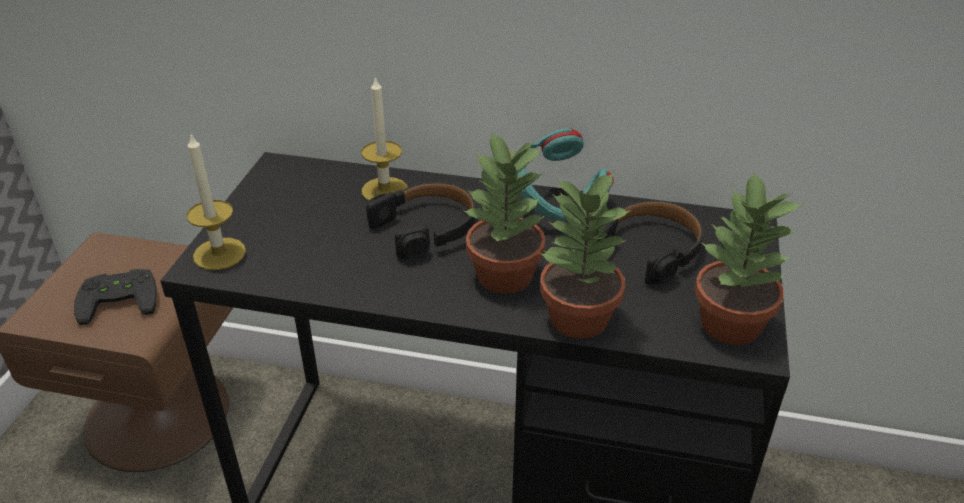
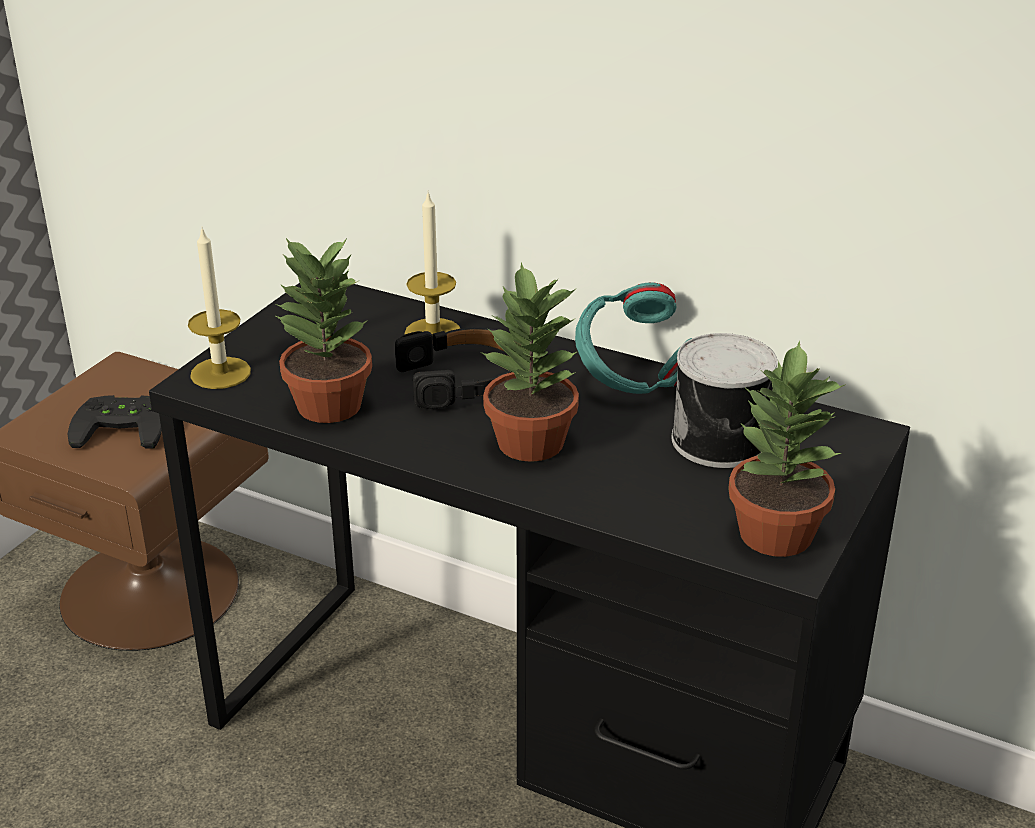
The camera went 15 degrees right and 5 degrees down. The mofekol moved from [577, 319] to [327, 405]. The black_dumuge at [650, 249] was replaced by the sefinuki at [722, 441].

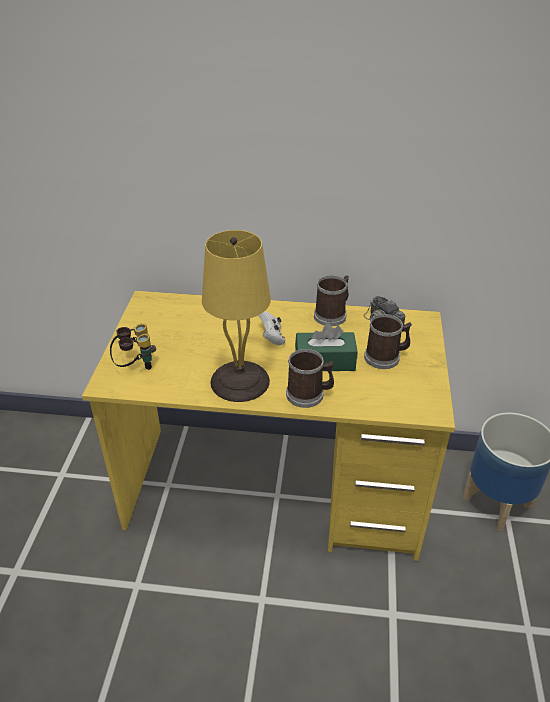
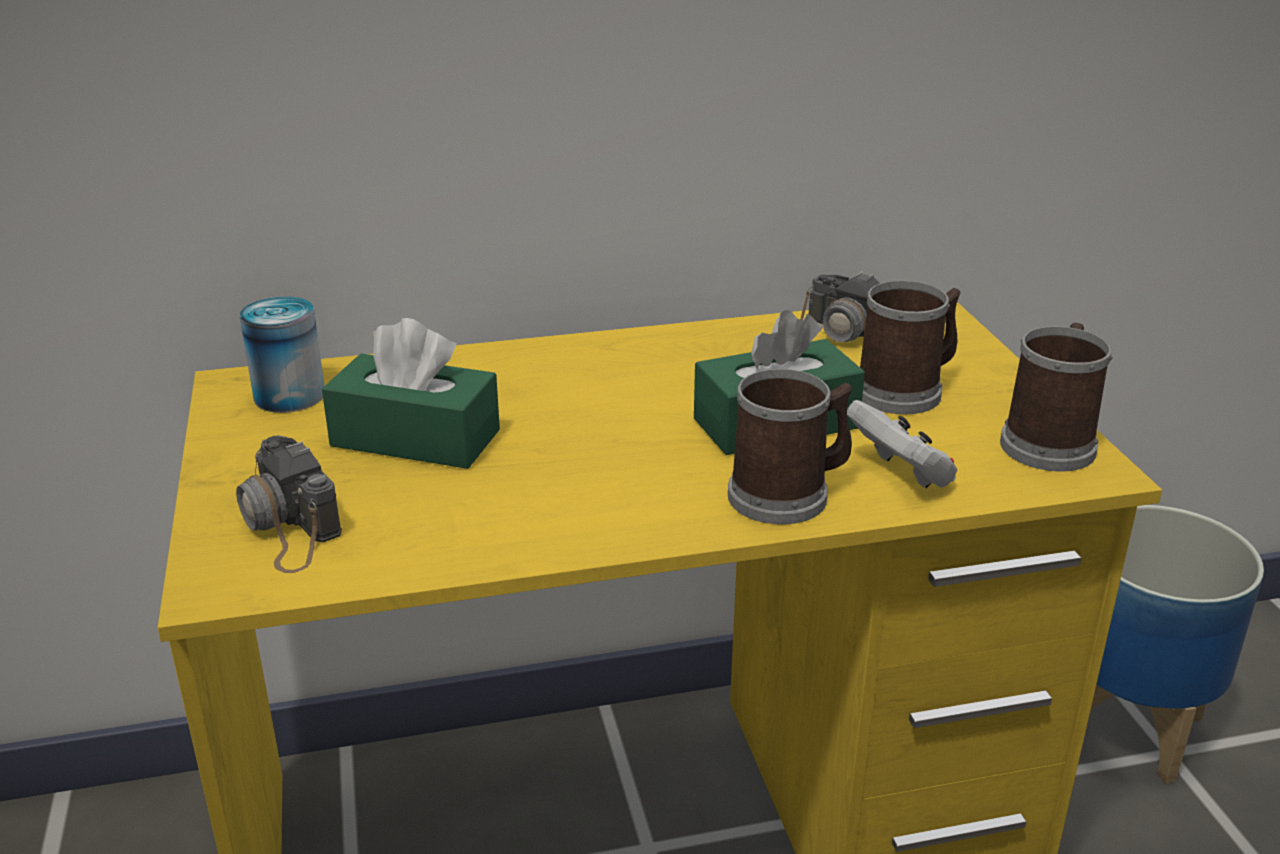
The camera went 20 degrees left and 10 degrees down. The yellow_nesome at [240, 382] disappeared. The sefinuki at [289, 395] appeared. The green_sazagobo at [415, 438] appeared. The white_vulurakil moved from [271, 337] to [901, 474]. The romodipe moved from [332, 314] to [1050, 441]. The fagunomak at [135, 365] was replaced by the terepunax at [287, 524].

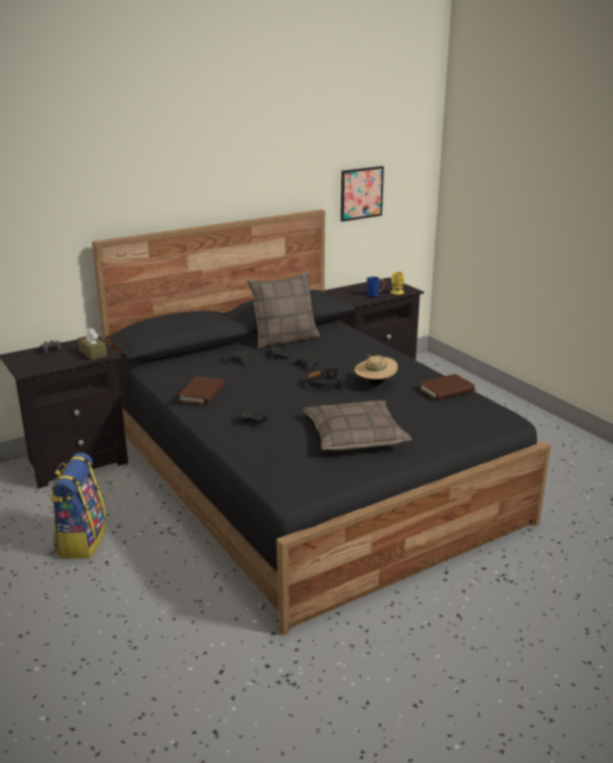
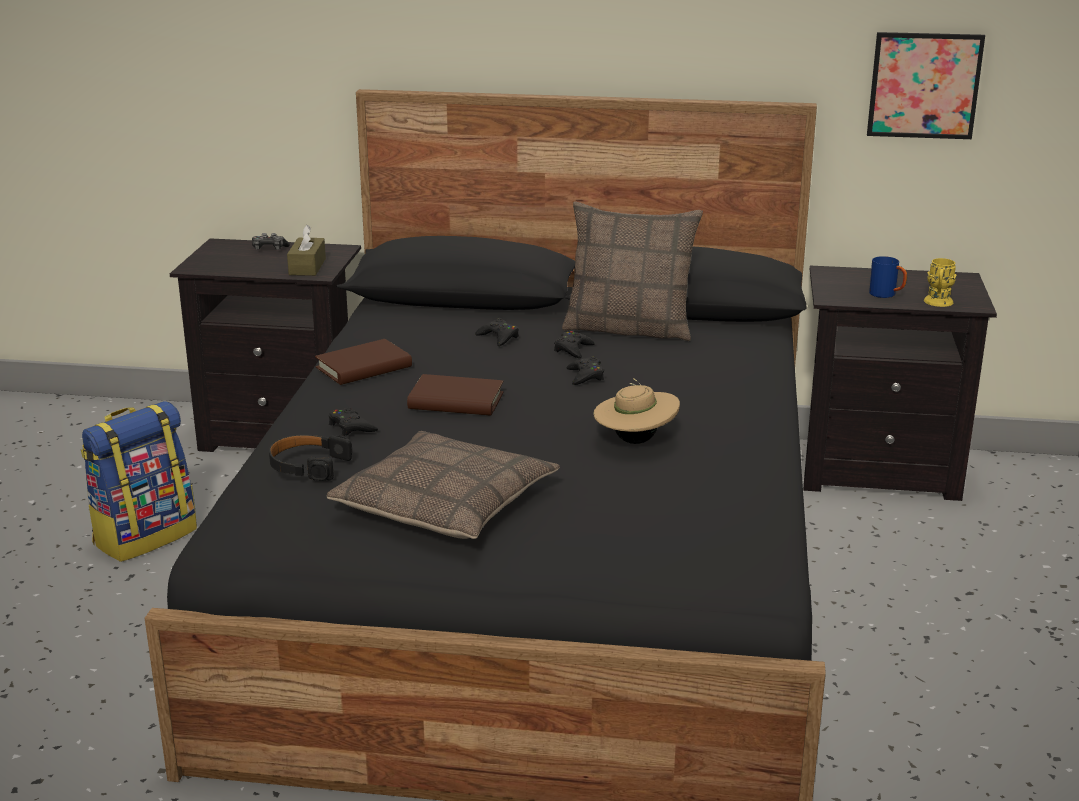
The camera went 40 degrees right and 0 degrees up. The black_dumuge moved from [325, 384] to [308, 465]. The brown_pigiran moved from [446, 390] to [456, 401].

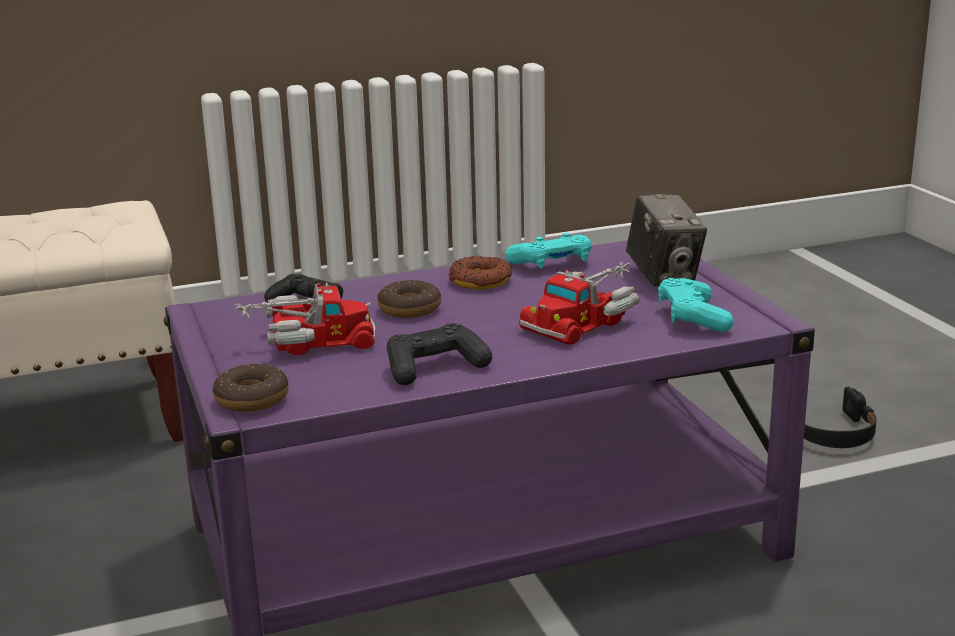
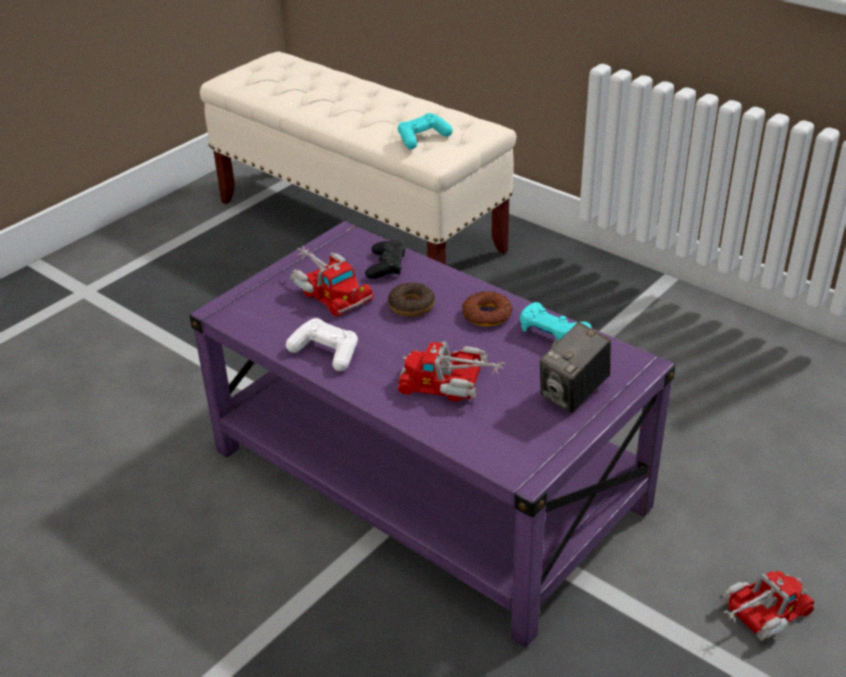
The camera went 60 degrees right and 15 degrees up. The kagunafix at [252, 399] disappeared. The turquoise_vulurakil moved from [692, 318] to [422, 138]. The black_dumuge at [830, 431] was replaced by the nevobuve at [759, 616]. The black_vulurakil at [435, 368] became the white_vulurakil at [325, 352].

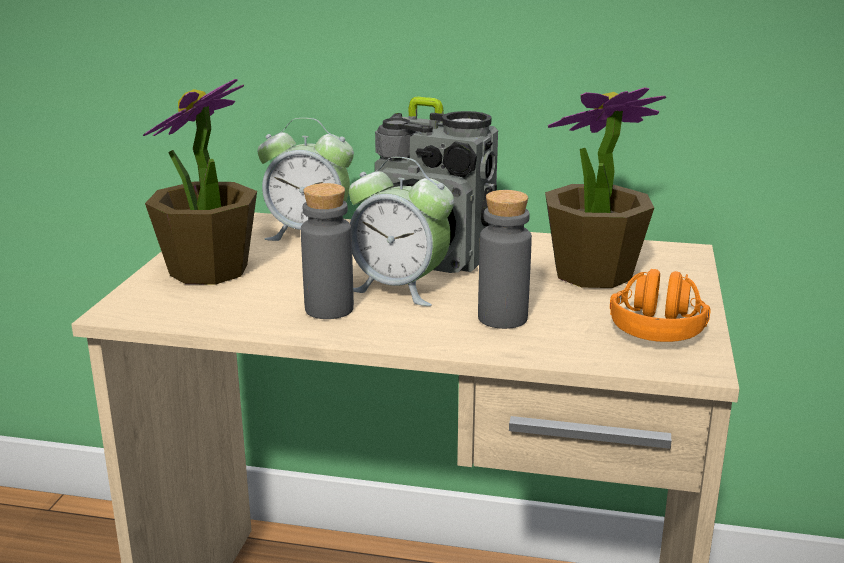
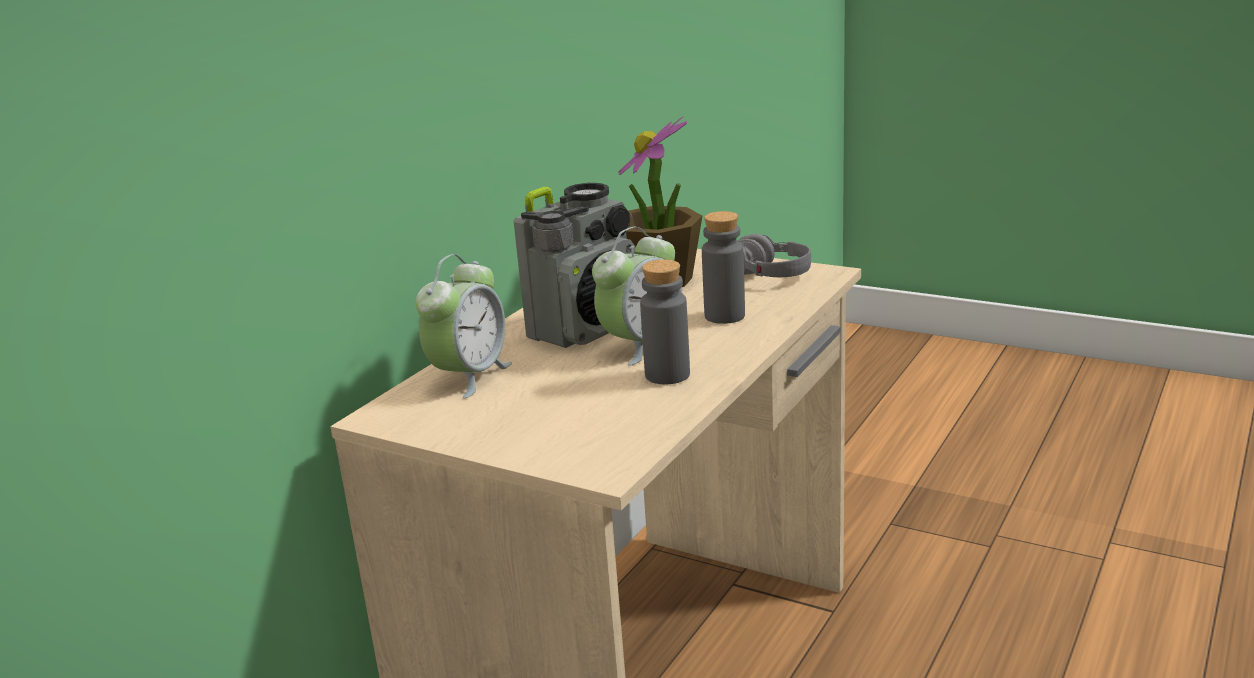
The camera went 70 degrees left and 0 degrees up. The mofekol at [208, 270] disappeared. The orange_dumuge at [658, 322] became the grey_dumuge at [759, 273].

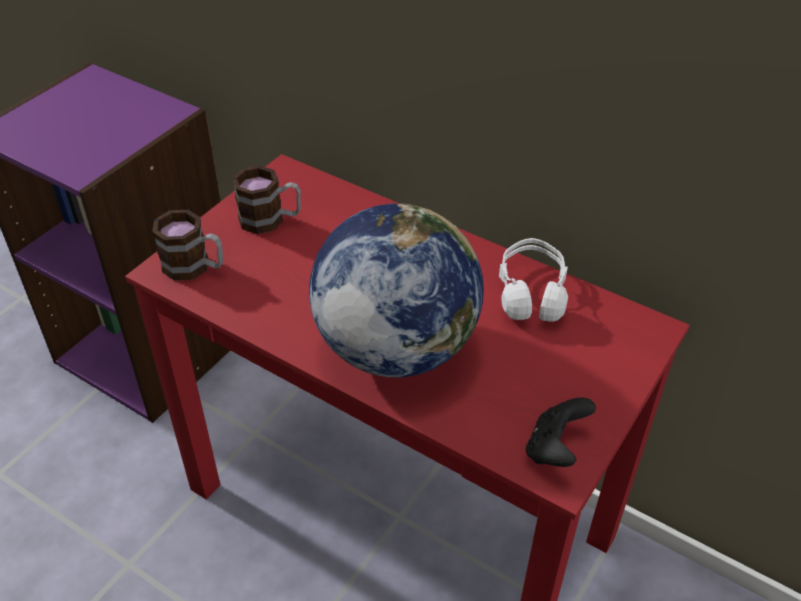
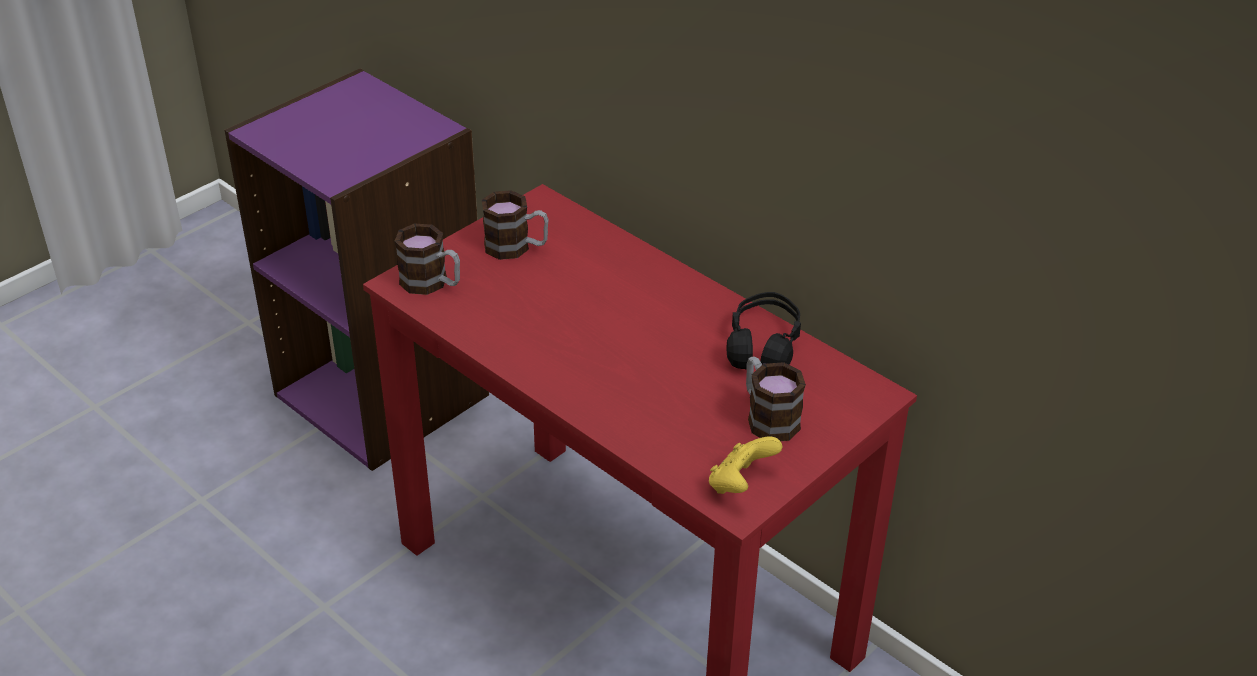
The camera went 10 degrees right and 5 degrees down. The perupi at [395, 347] disappeared. The romodipe at [767, 417] appeared. The white_dumuge at [531, 292] became the black_dumuge at [763, 346]. The black_vulurakil at [555, 449] became the yellow_vulurakil at [740, 484].

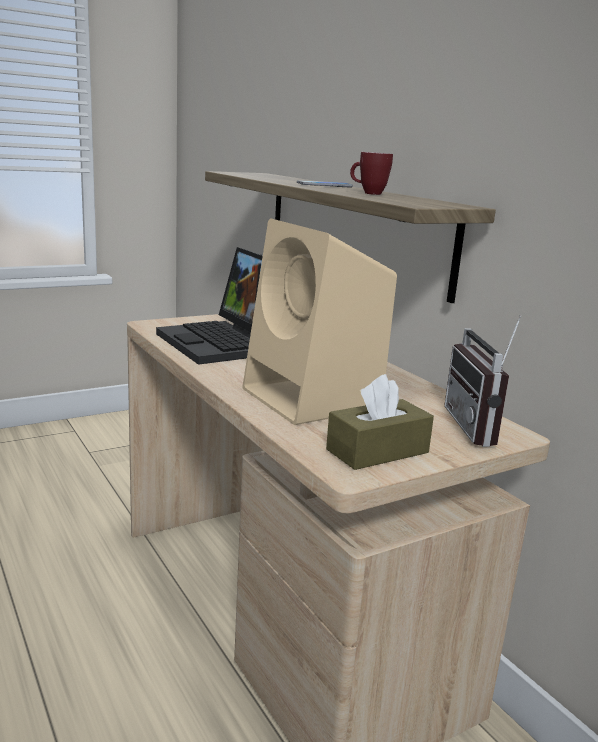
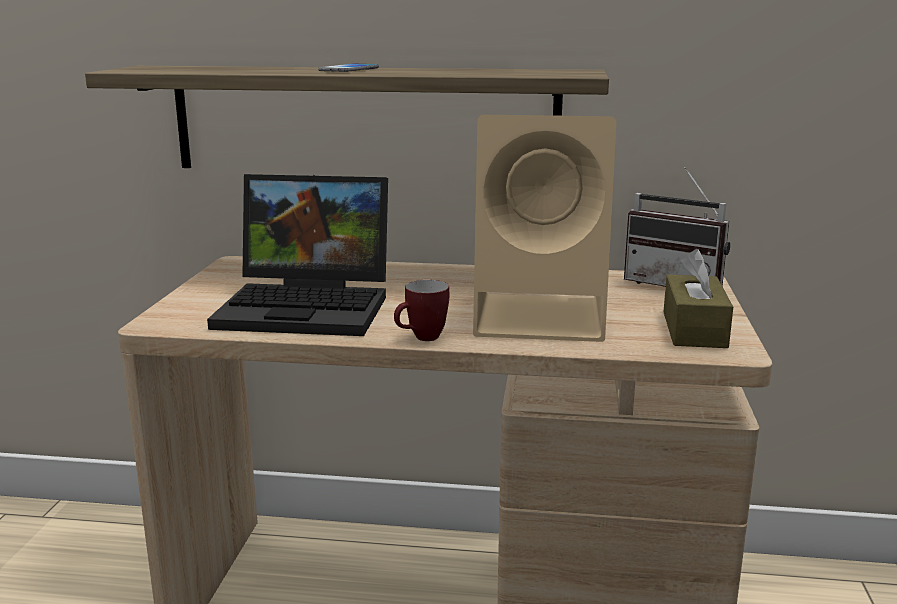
The camera went 50 degrees left and 0 degrees up. The romodipe moved from [368, 193] to [421, 339].

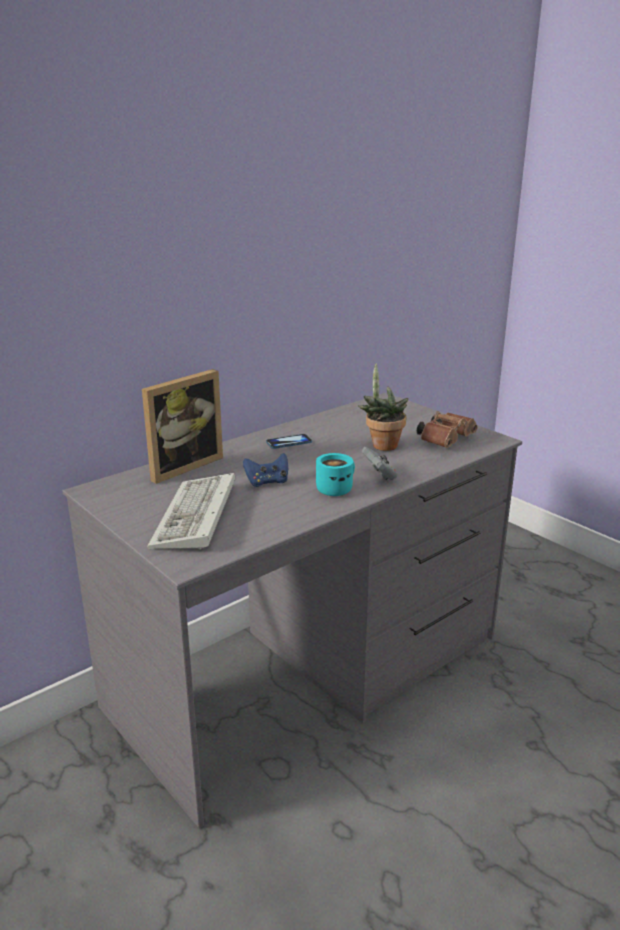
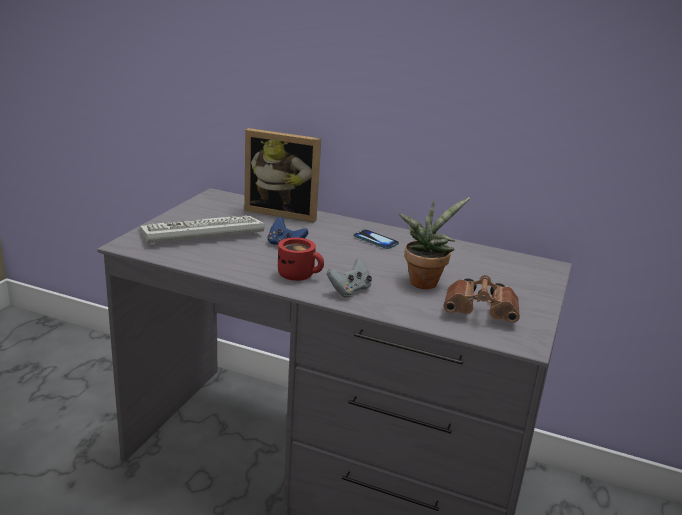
The camera went 60 degrees right and 0 degrees up. The turquoise_romodipe at [335, 489] became the red_romodipe at [299, 275].

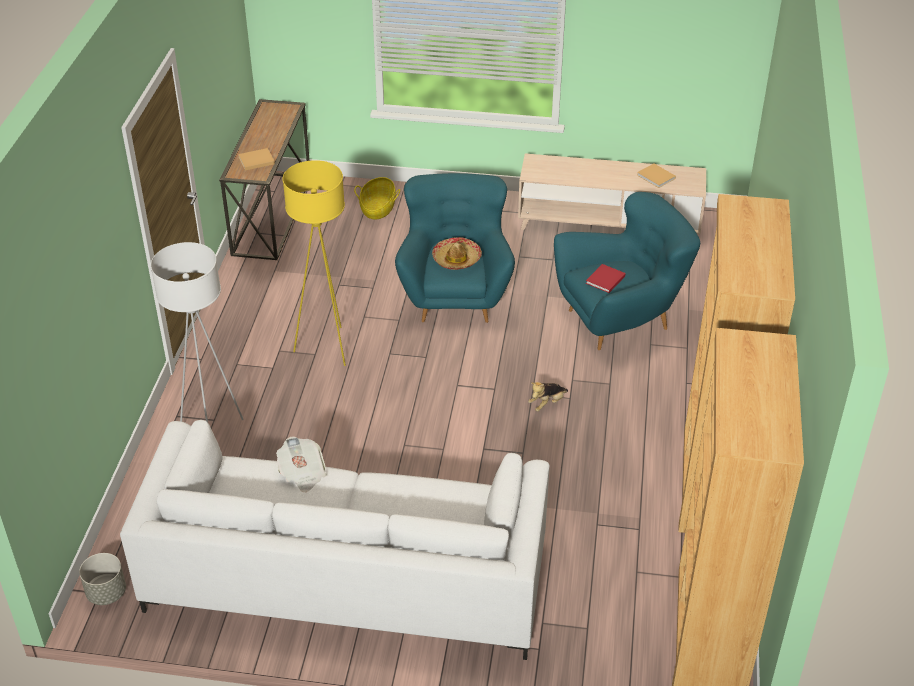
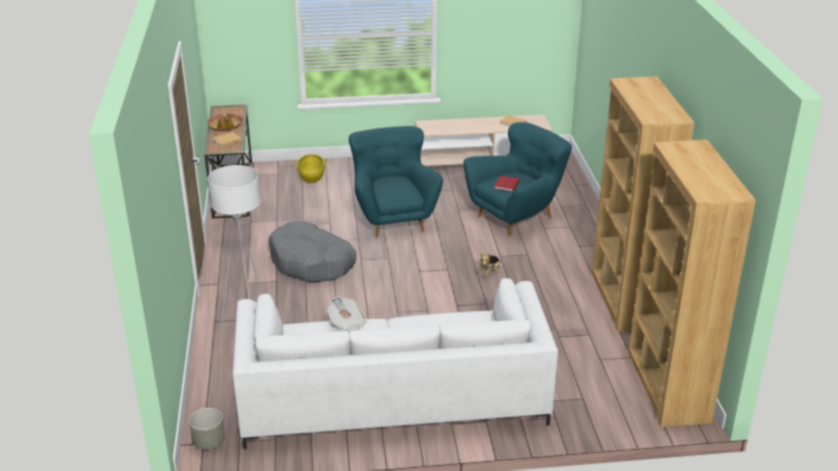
The camera went 15 degrees left and 10 degrees down. The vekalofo moved from [456, 259] to [225, 126]. The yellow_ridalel at [327, 347] was replaced by the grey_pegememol at [312, 263].

